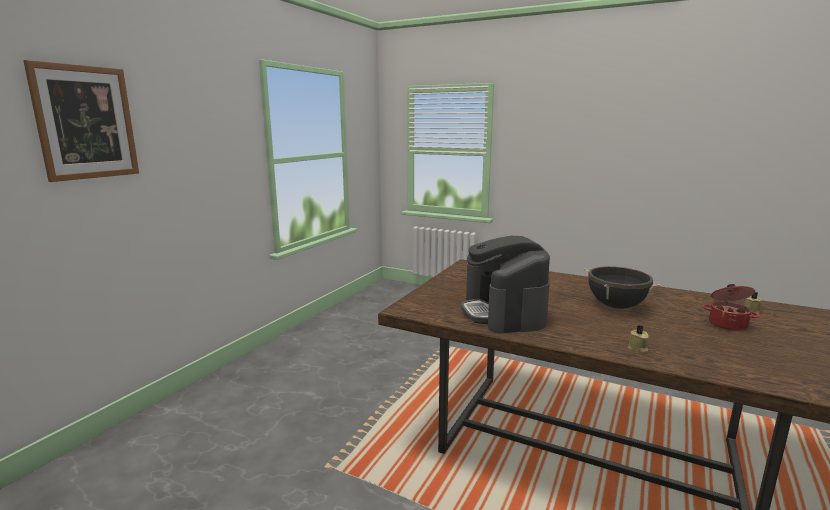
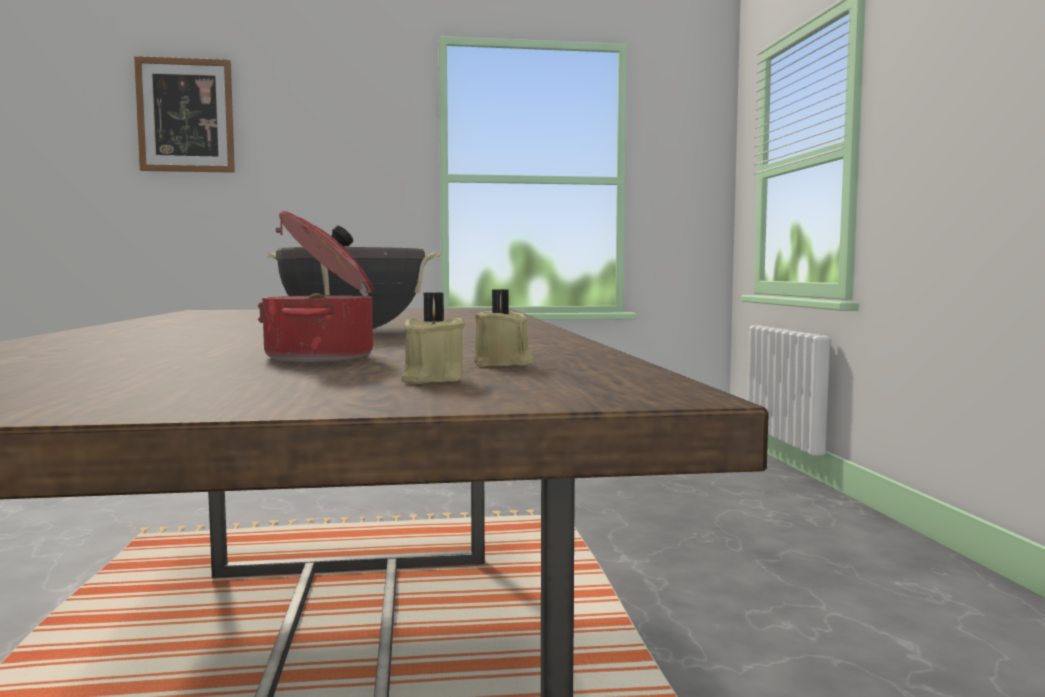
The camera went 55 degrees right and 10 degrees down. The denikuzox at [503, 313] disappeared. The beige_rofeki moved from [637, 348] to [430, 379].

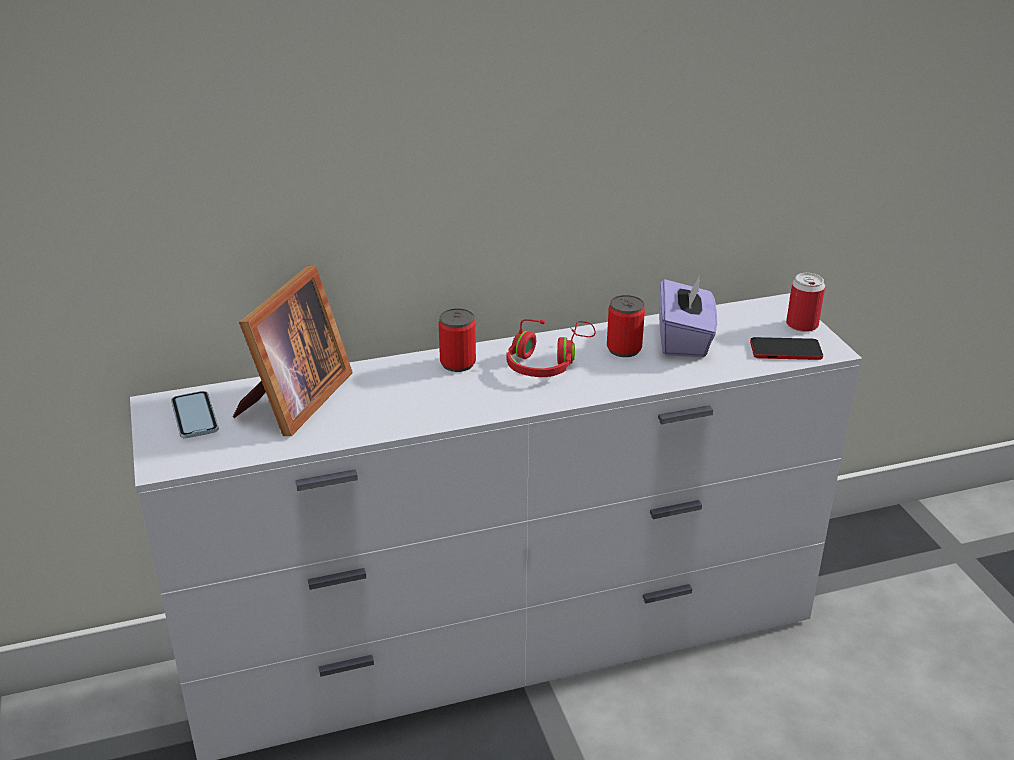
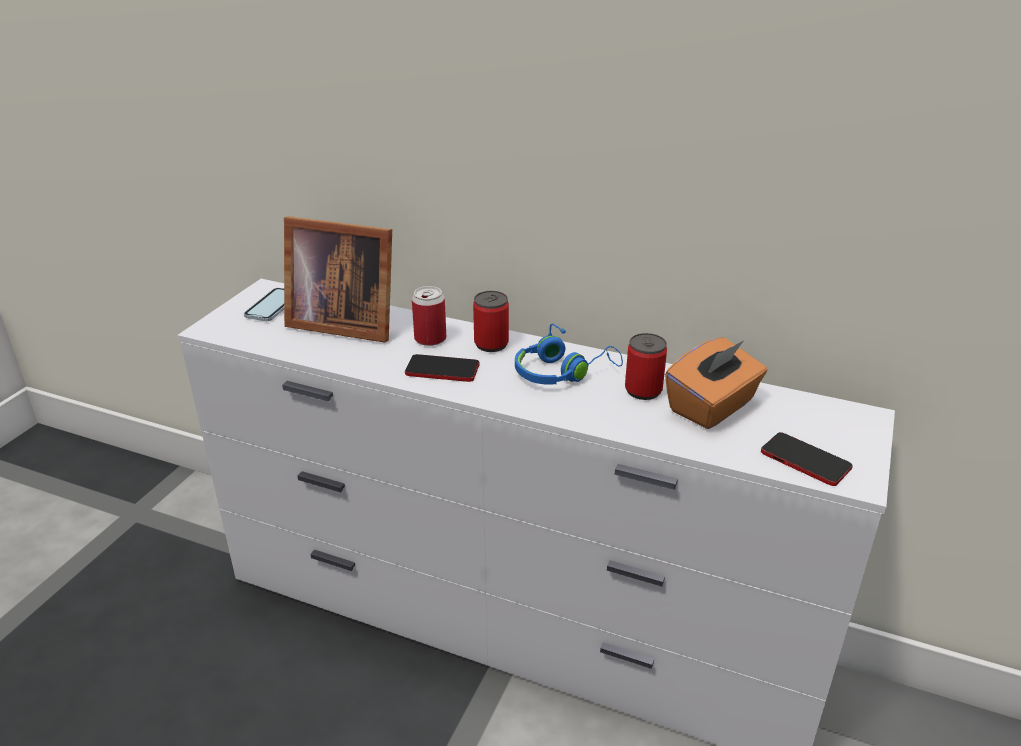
The camera went 40 degrees right and 0 degrees up. The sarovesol at [442, 370] appeared. The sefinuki moved from [802, 325] to [430, 339]. The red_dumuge at [547, 361] became the blue_dumuge at [562, 372]. The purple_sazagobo at [684, 340] became the orange_sazagobo at [712, 407]. The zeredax at [293, 402] turned 45 degrees clockwise.

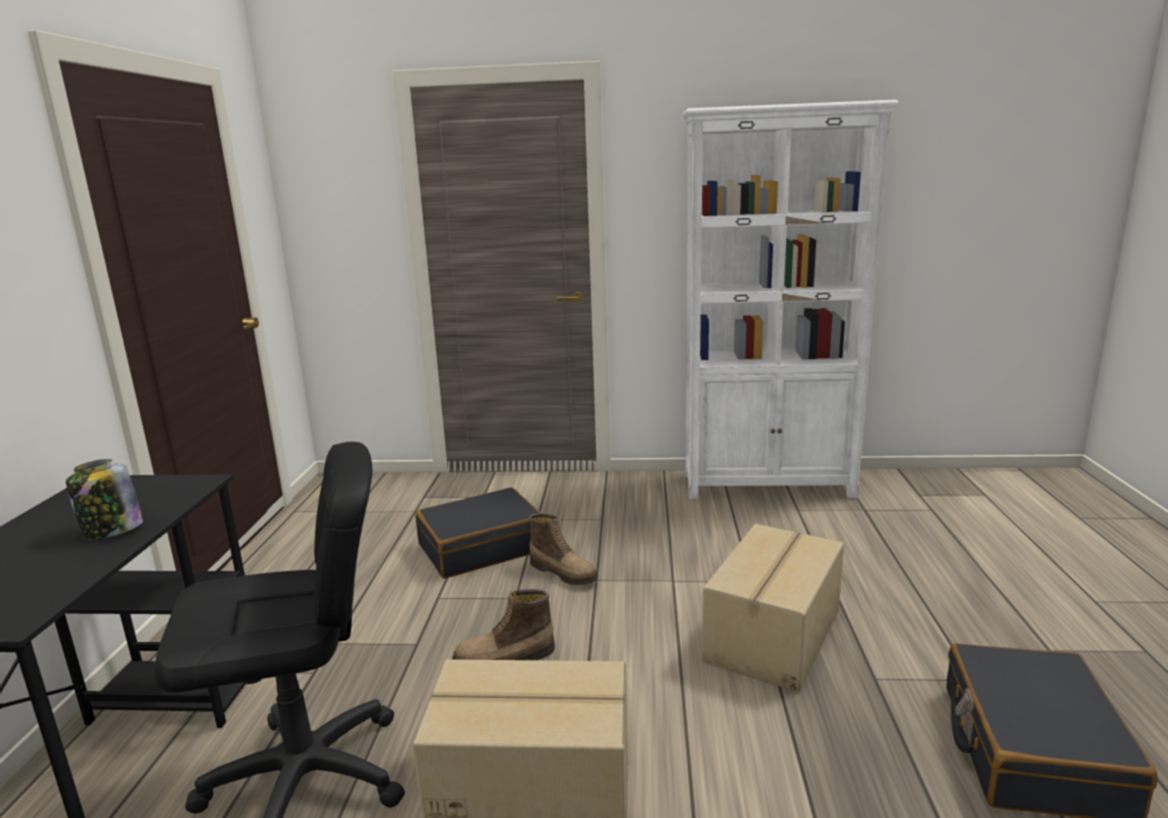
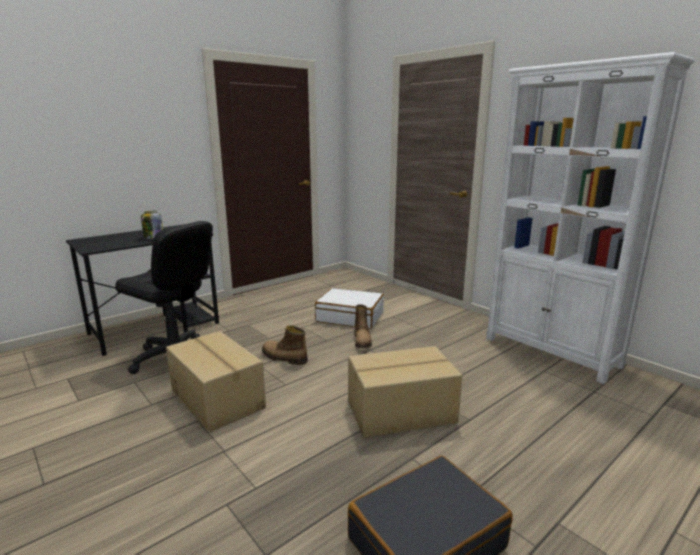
The camera went 45 degrees right and 0 degrees up. The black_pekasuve at [481, 547] became the white_pekasuve at [350, 317].

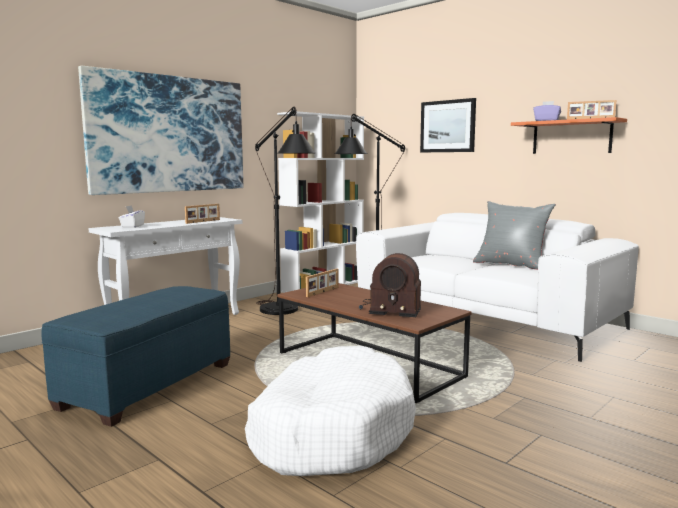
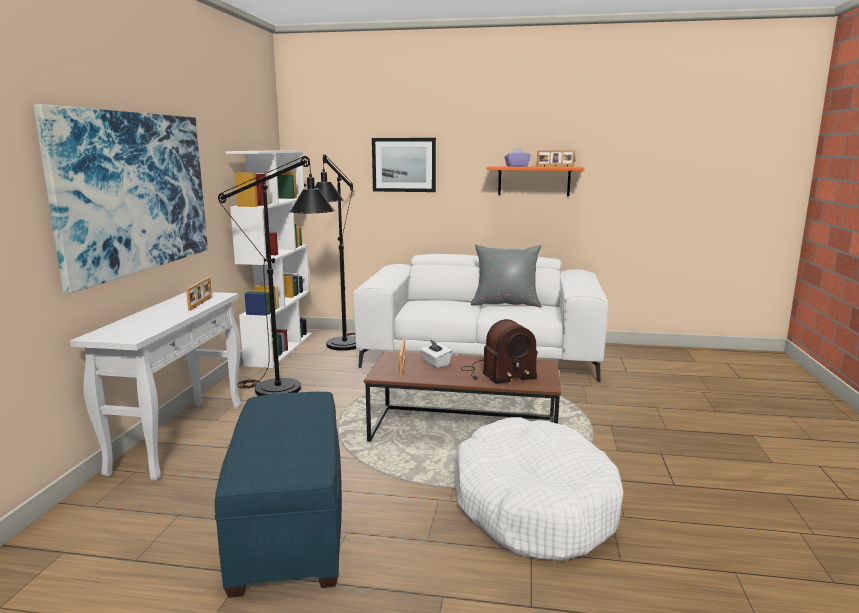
The camera went 35 degrees left and 5 degrees up. The white_sazagobo moved from [132, 226] to [435, 363].

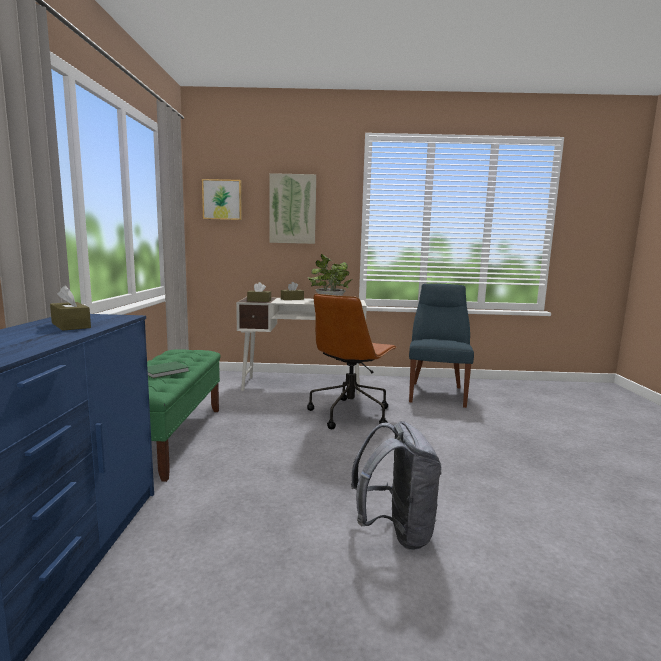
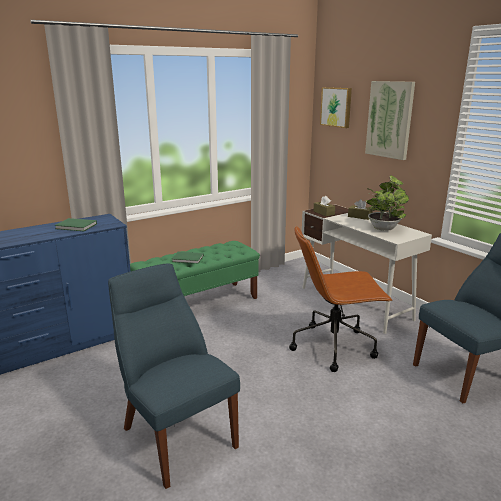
The camera went 55 degrees right and 10 degrees up. The brown_sazagobo at [71, 325] was replaced by the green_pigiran at [76, 226]. The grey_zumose at [396, 532] was replaced by the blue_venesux at [176, 434].

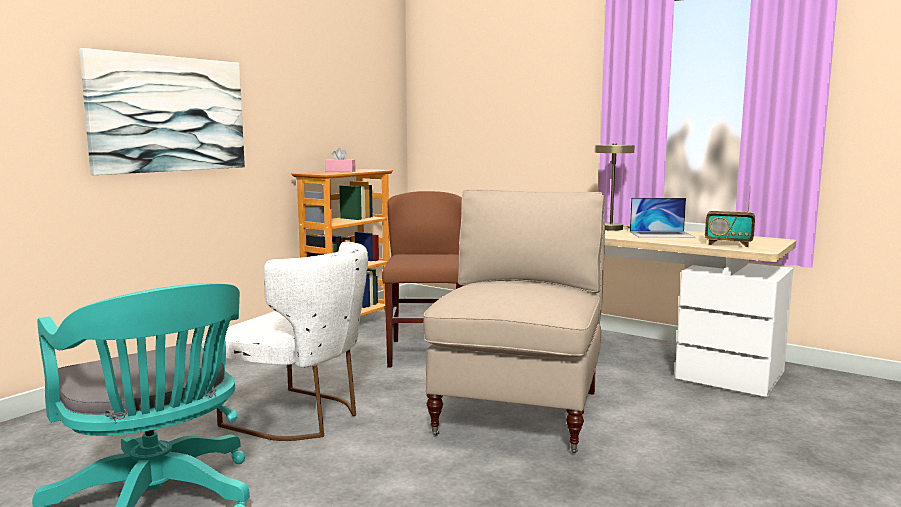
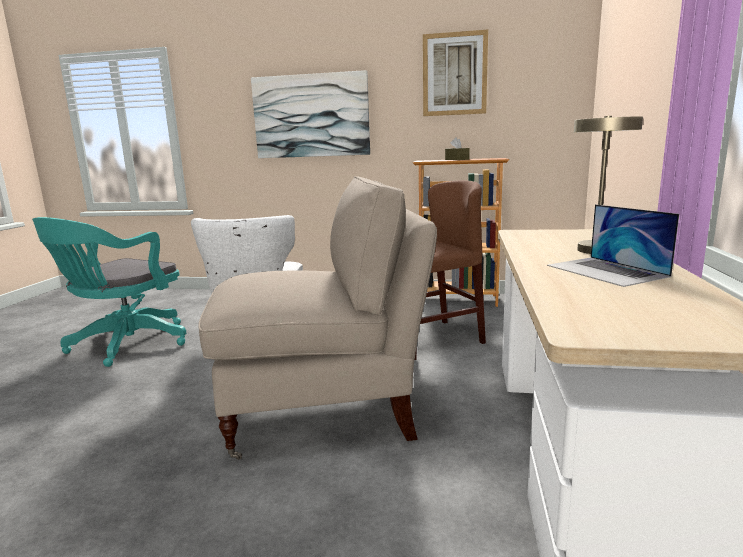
The camera went 65 degrees right and 5 degrees up. The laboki at [728, 244] disappeared. The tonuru at [454, 74] appeared. The pink_sazagobo at [340, 171] became the brown_sazagobo at [457, 159].

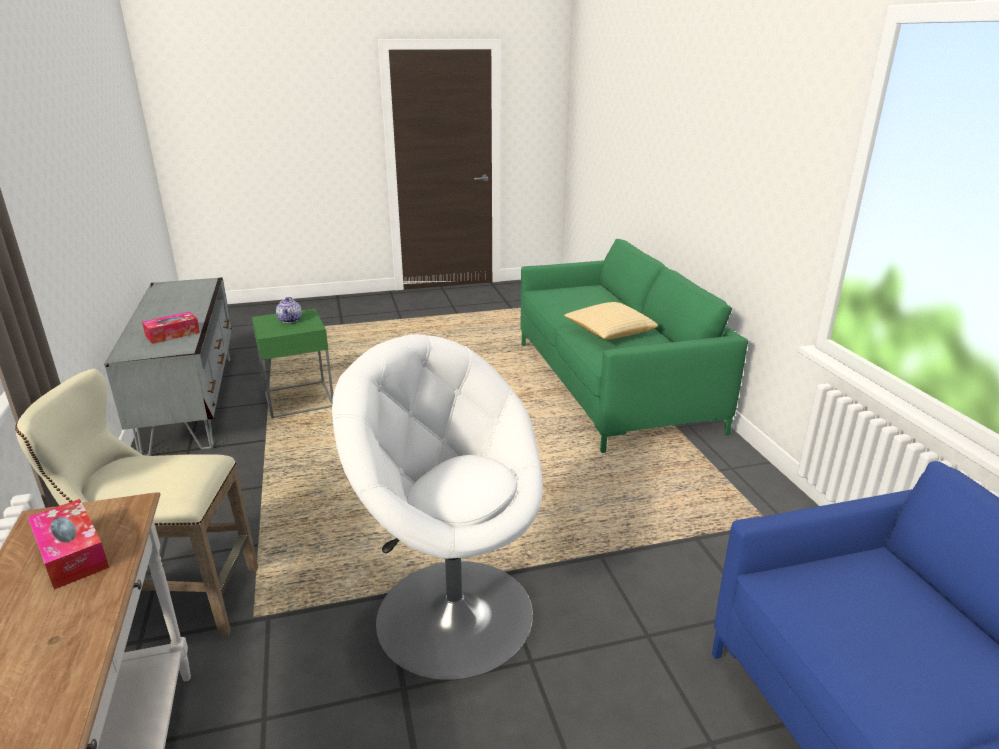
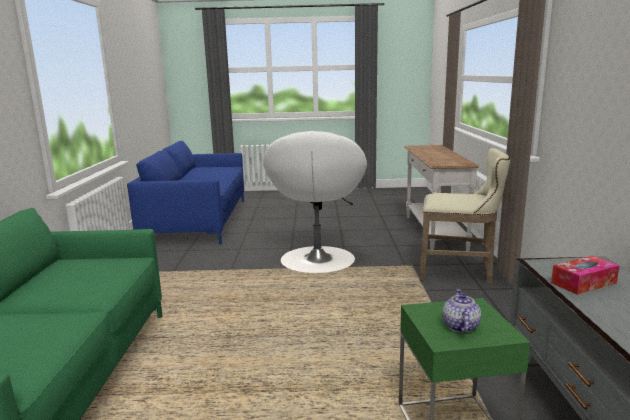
The camera went 165 degrees left and 10 degrees down. The sazagobo at [71, 554] disappeared. The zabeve at [609, 333] disappeared. The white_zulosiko at [453, 613] turned 45 degrees clockwise.

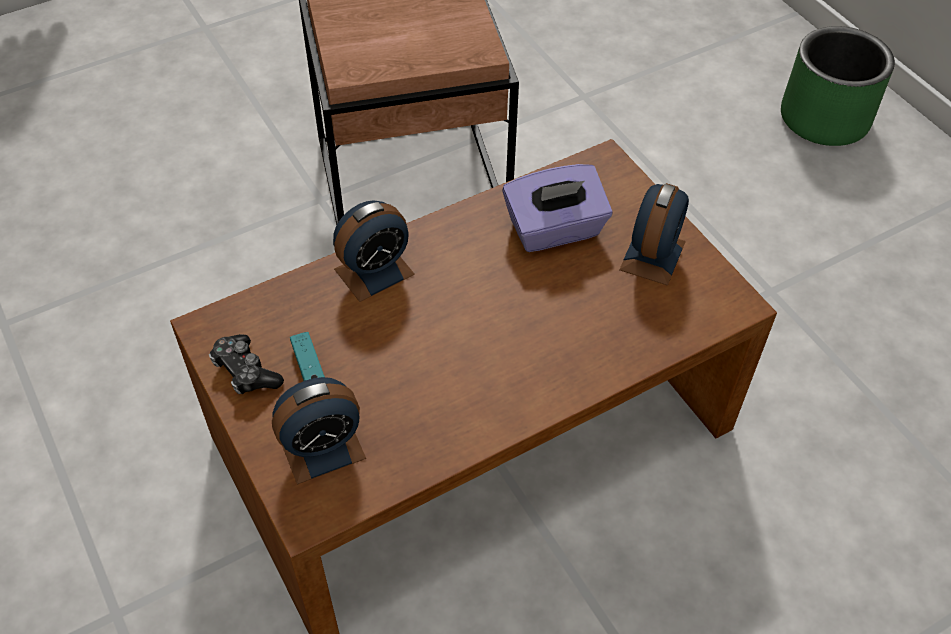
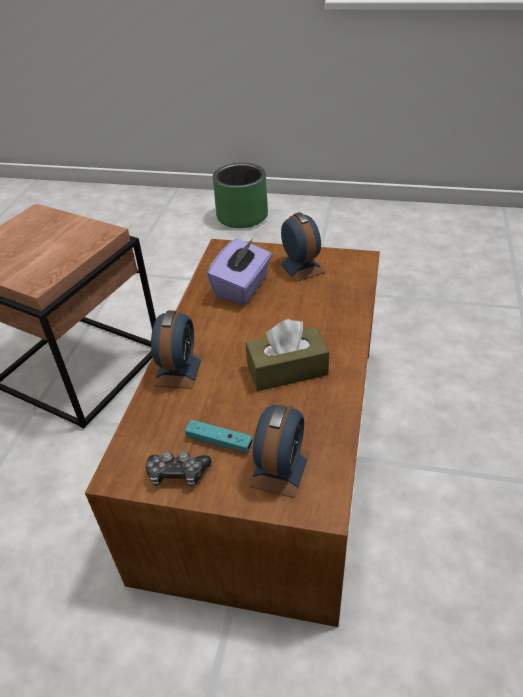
The camera went 45 degrees left and 10 degrees down. The brown_sazagobo at [287, 370] appeared.

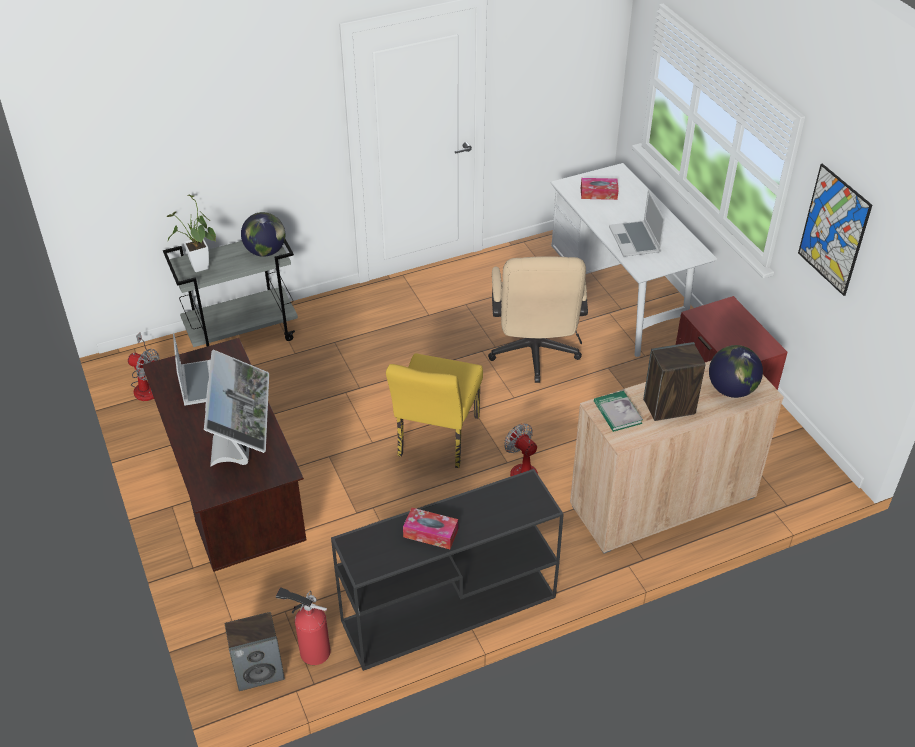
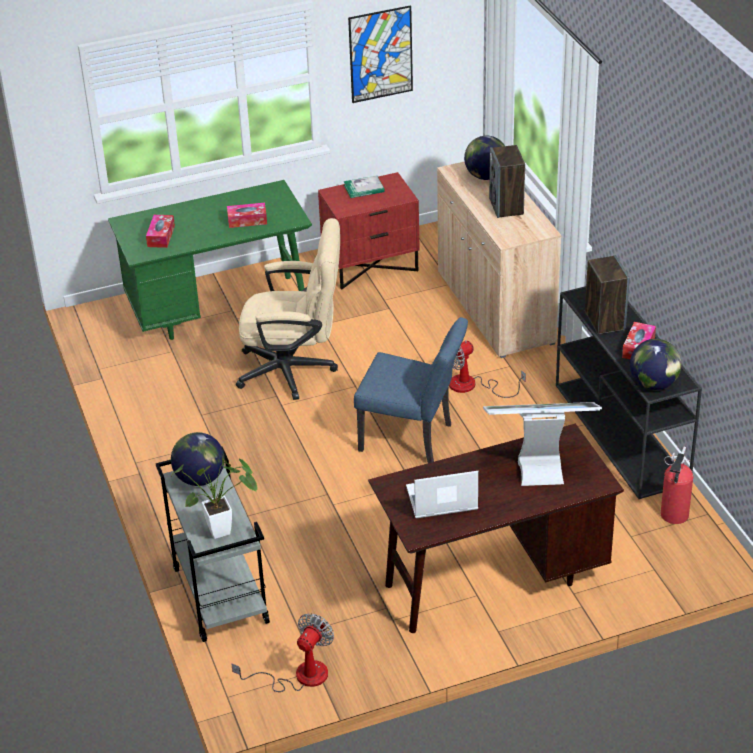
The camera went 85 degrees left and 5 degrees down. The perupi at [654, 384] appeared. The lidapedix moved from [259, 671] to [604, 320]. The pigiran moved from [617, 413] to [364, 188]. The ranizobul at [635, 240] was replaced by the sazagobo at [247, 220]. The yellow_venesux at [435, 441] became the blue_venesux at [413, 439]. The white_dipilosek at [620, 300] became the green_dipilosek at [219, 310].

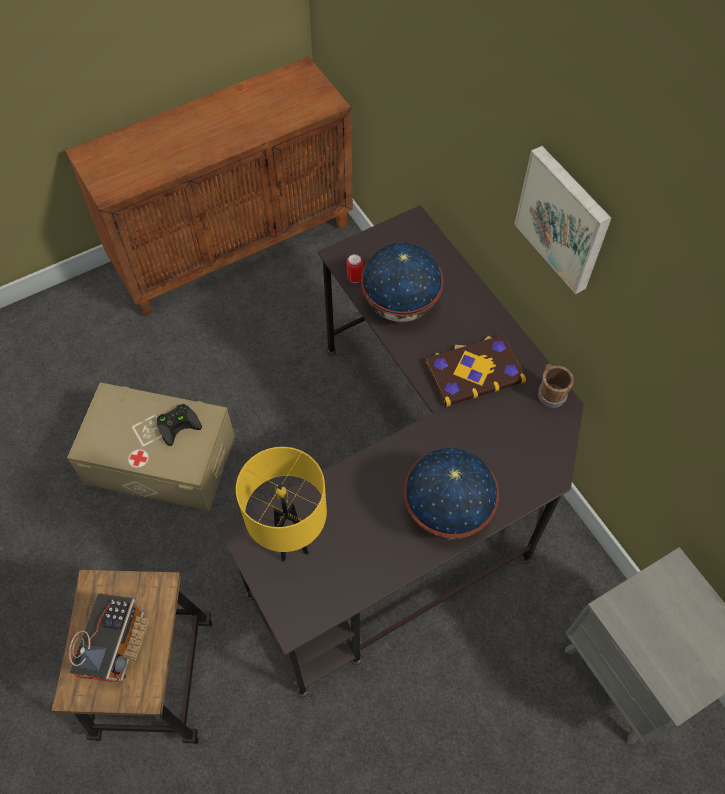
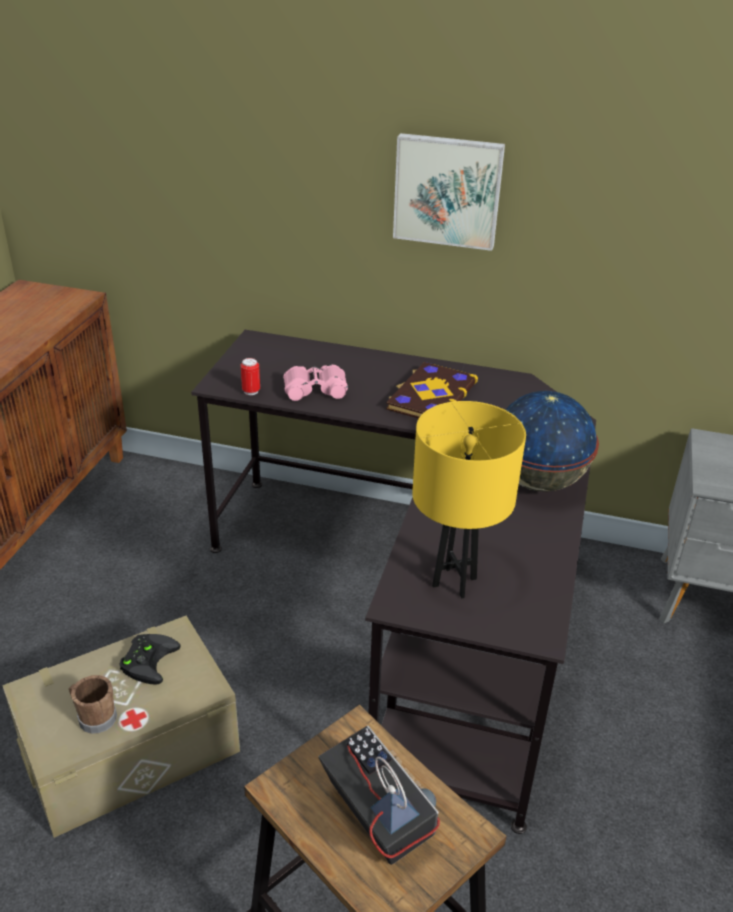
The camera went 45 degrees left and 25 degrees down. The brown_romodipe moved from [550, 392] to [94, 717]. The perupi at [399, 305] was replaced by the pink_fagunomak at [315, 389].

